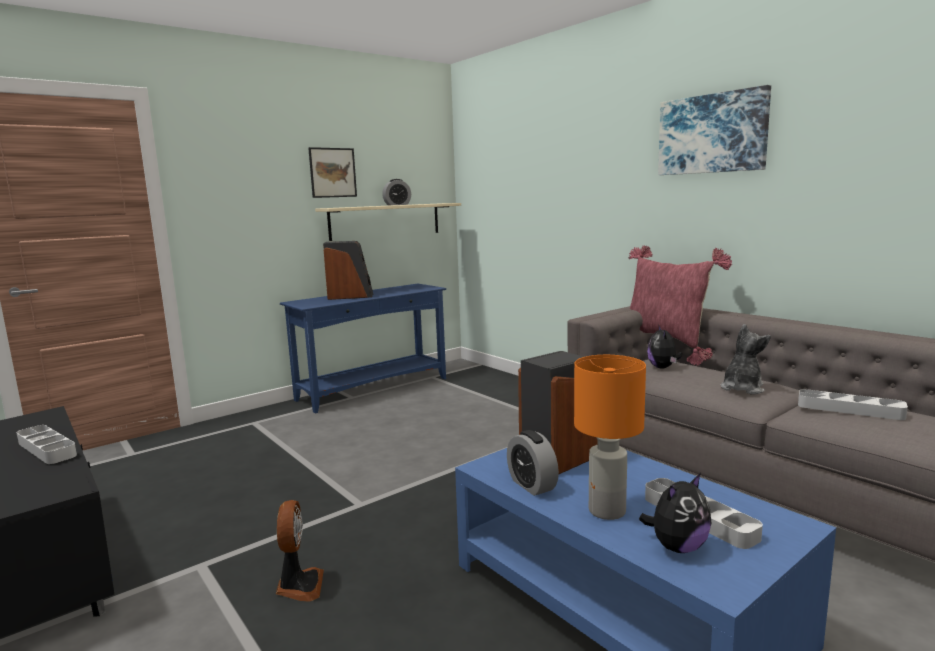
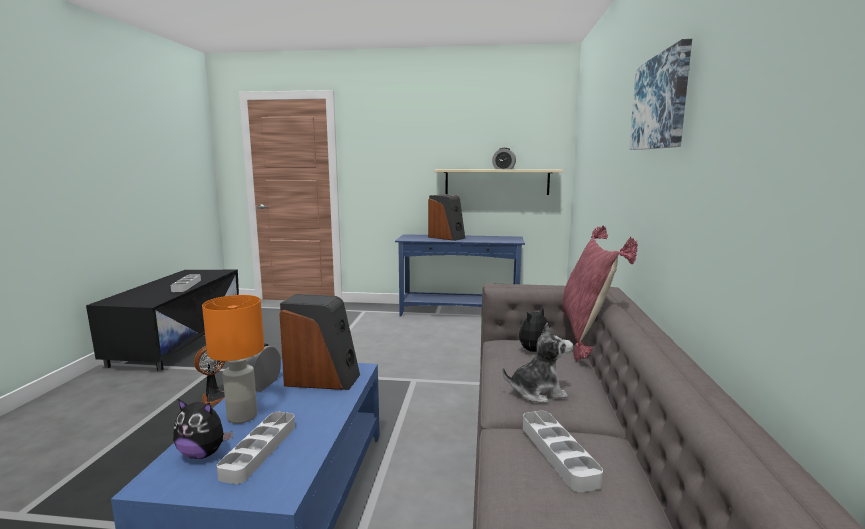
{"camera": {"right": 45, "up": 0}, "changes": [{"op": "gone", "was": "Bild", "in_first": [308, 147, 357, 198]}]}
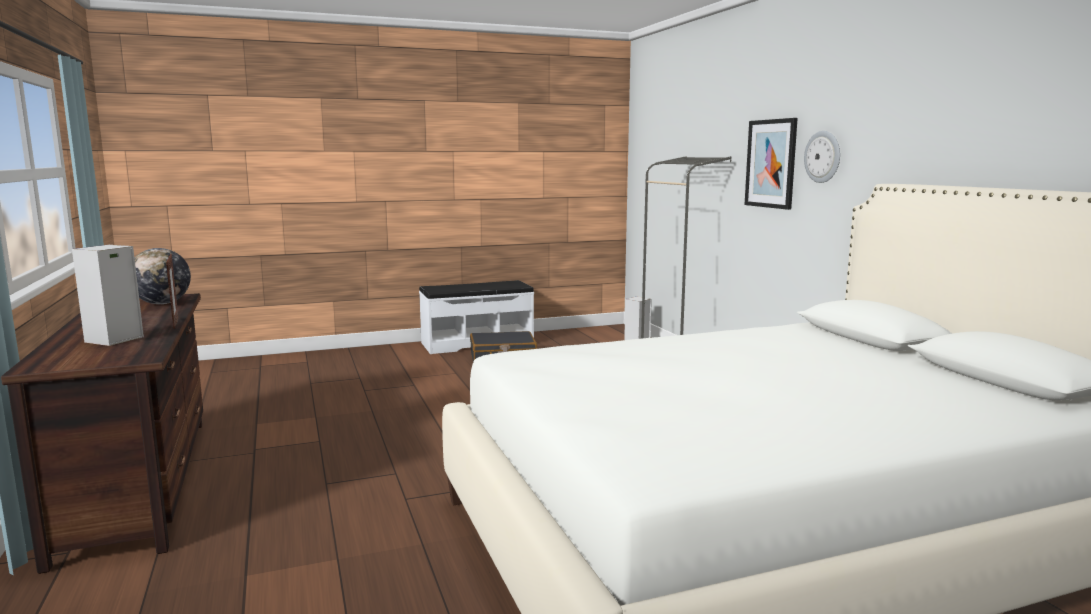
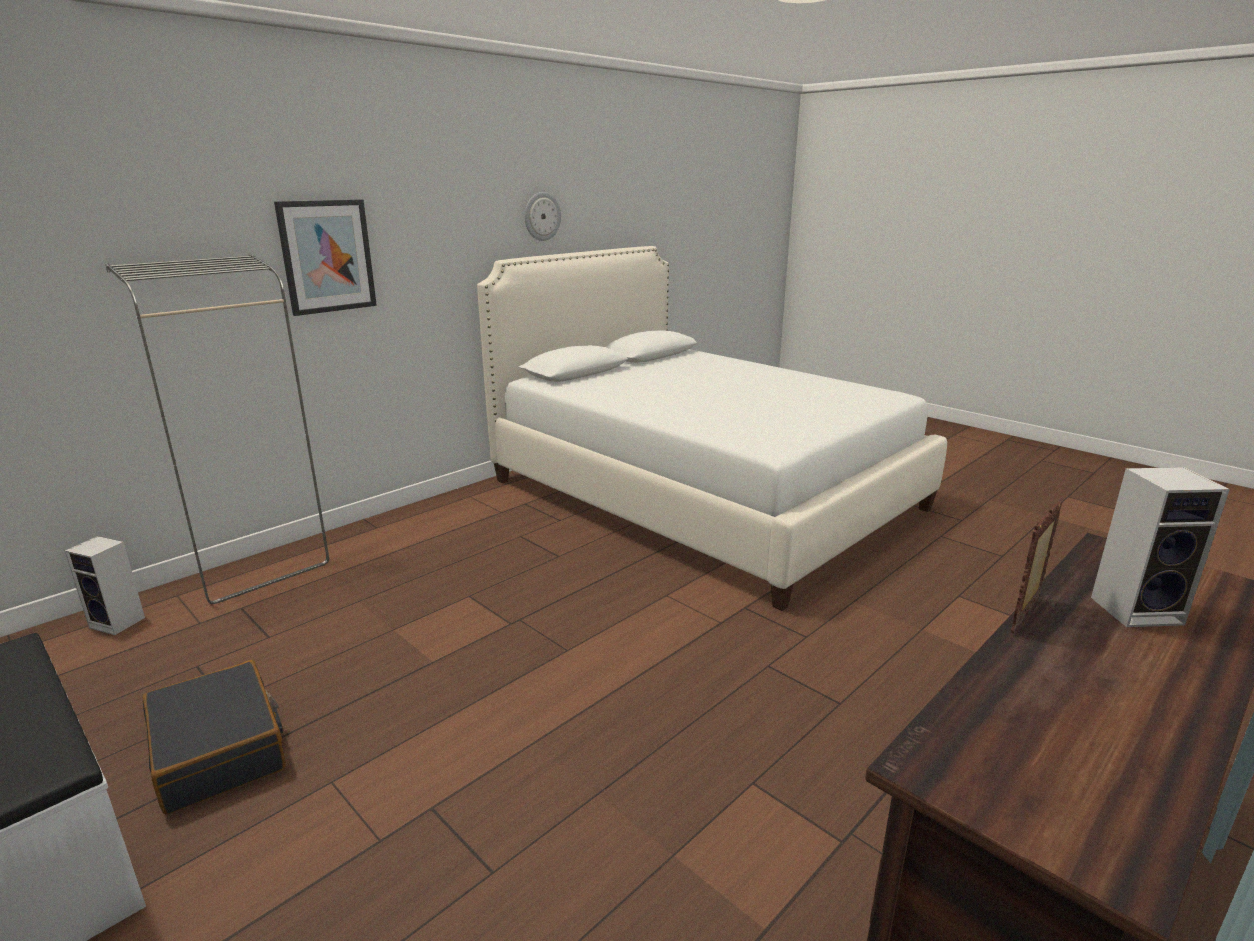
{"camera": {"right": -115, "up": 10}, "changes": [{"op": "shifted", "was": "Wanduhr", "in_first": [804, 131, 840, 183], "in_second": [525, 192, 561, 241]}, {"op": "gone", "was": "Globus", "in_first": [135, 248, 191, 304]}]}
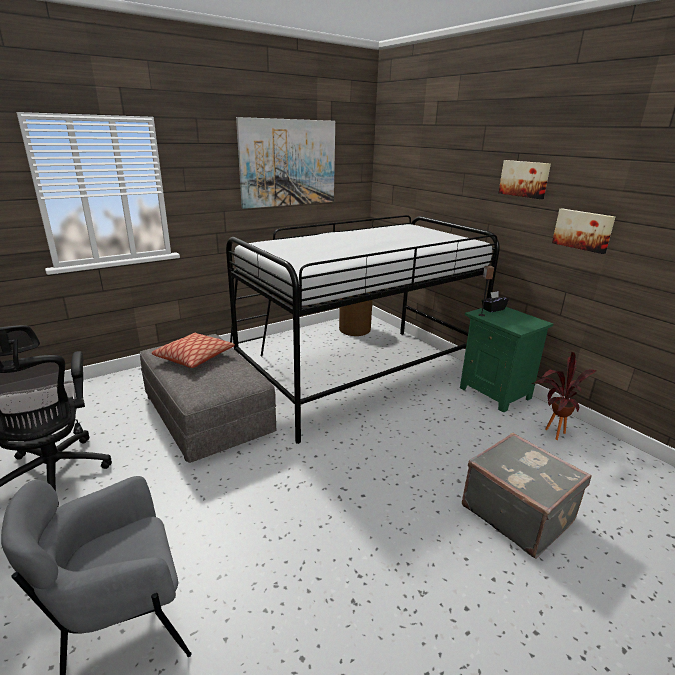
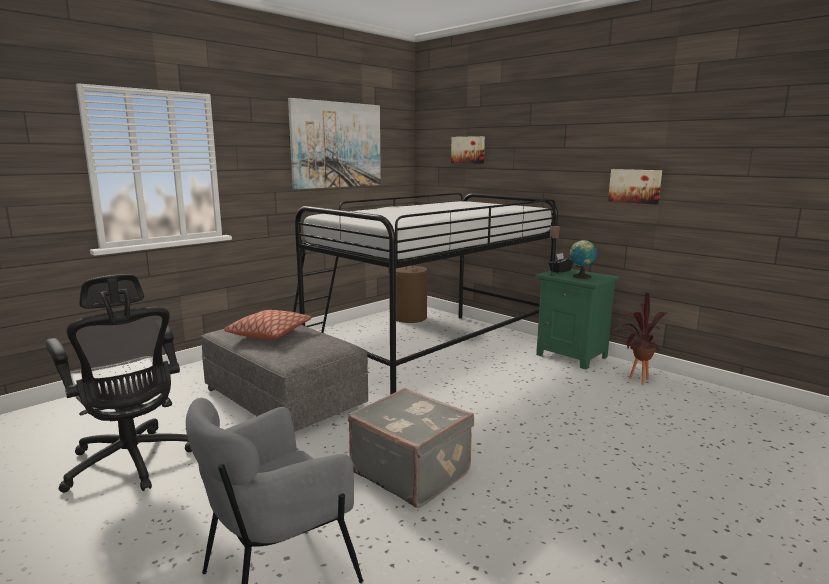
{"camera": {"right": -10, "up": -10}, "changes": [{"op": "shifted", "was": "Bild", "in_first": [499, 160, 551, 199], "in_second": [451, 136, 485, 164]}, {"op": "shifted", "was": "Koffer (grau)", "in_first": [462, 433, 592, 558], "in_second": [348, 388, 474, 508]}, {"op": "new", "now": "Globus", "in_second": [569, 240, 597, 279]}]}
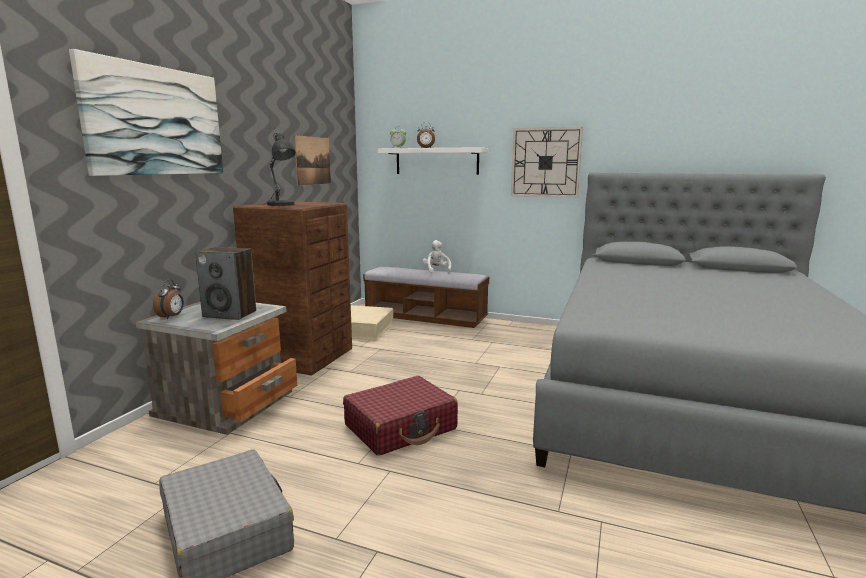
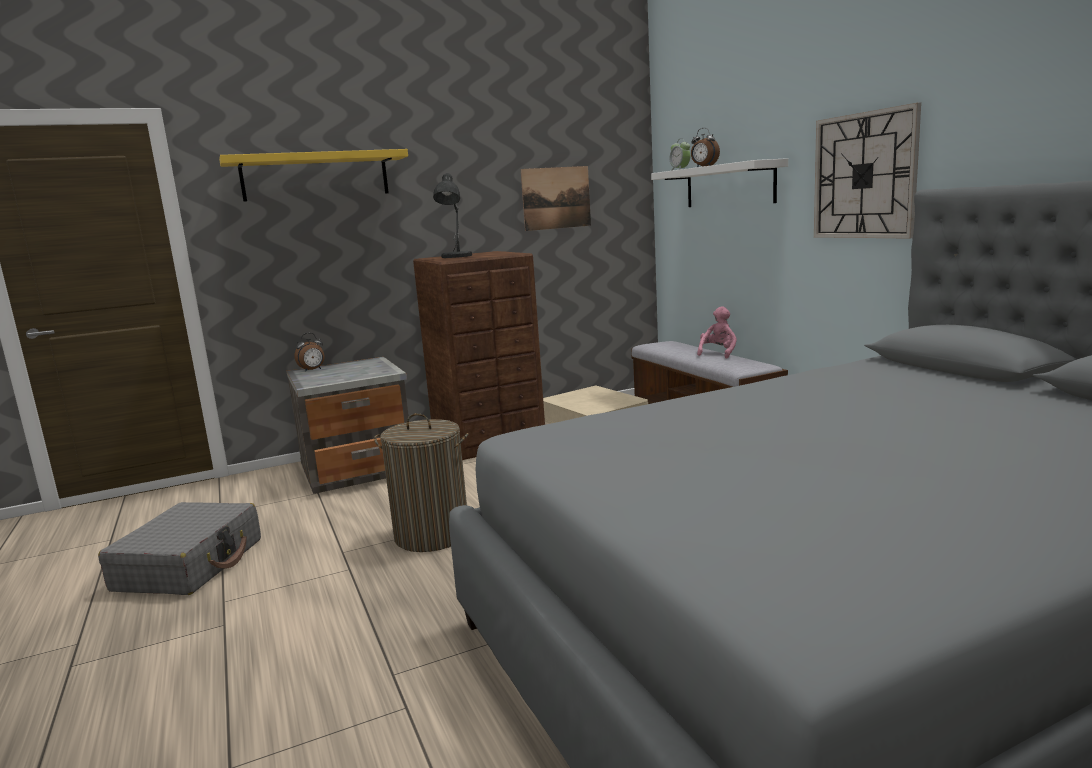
{"camera": {"right": 45, "up": 0}, "changes": [{"op": "swapped", "was": "Bild", "now": "Wandregal (gelb)", "in_first": [69, 49, 223, 176], "in_second": [219, 149, 408, 202]}, {"op": "repainted", "was": "Plüschtier (weiß)", "now": "Plüschtier (rosa)", "in_first": [422, 240, 451, 273], "in_second": [697, 306, 737, 359]}, {"op": "gone", "was": "Lautsprecher", "in_first": [195, 247, 256, 320]}, {"op": "swapped", "was": "Koffer (rot)", "now": "Wäschekorb", "in_first": [343, 376, 458, 456], "in_second": [374, 413, 469, 552]}]}
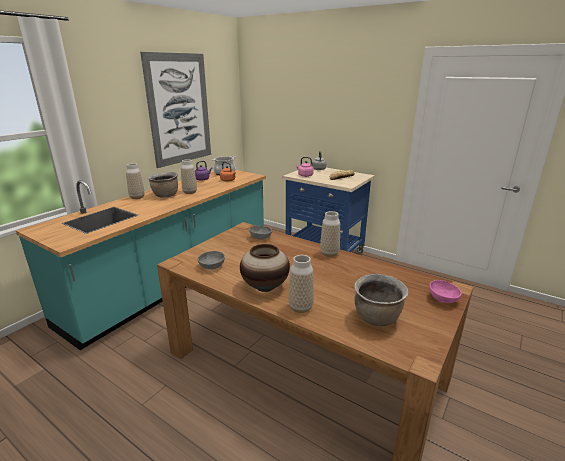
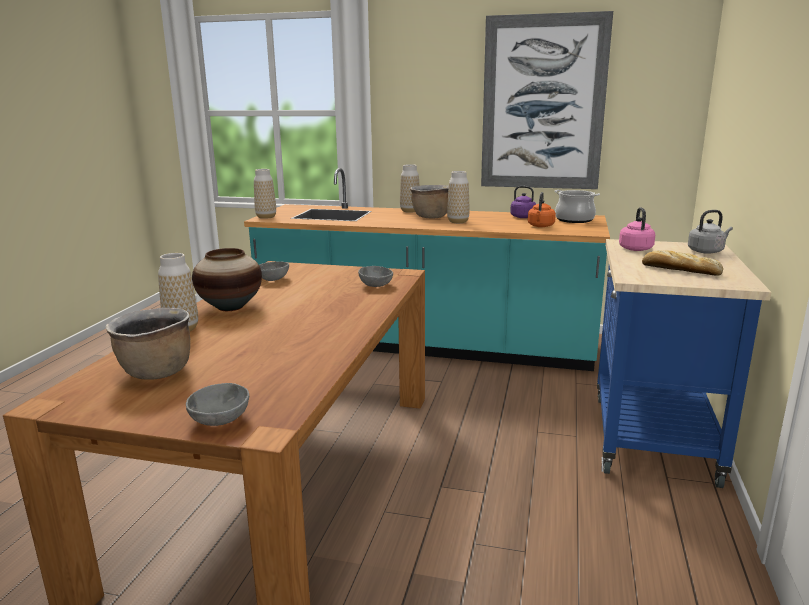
{"camera": {"right": 70, "up": -5}, "changes": [{"op": "shifted", "was": "Vase", "in_first": [320, 211, 340, 257], "in_second": [254, 169, 276, 219]}, {"op": "repainted", "was": "Schüssel (rosa)", "now": "Schüssel (grau)", "in_first": [429, 280, 462, 303], "in_second": [186, 383, 249, 426]}]}
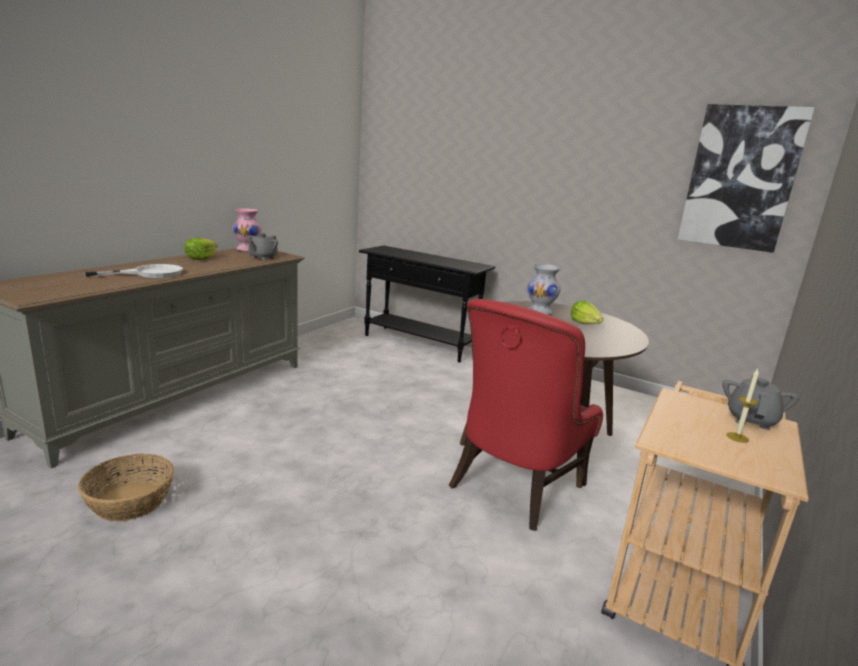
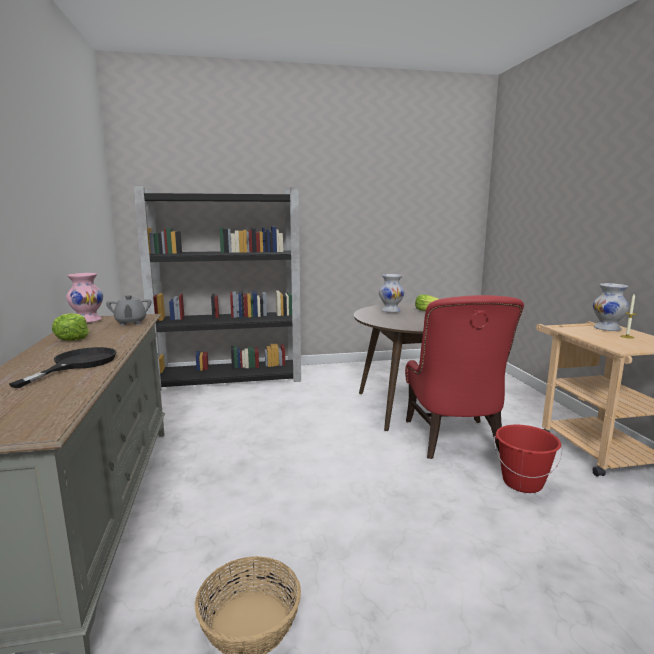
{"camera": {"right": -40, "up": -5}, "changes": [{"op": "gone", "was": "Bild", "in_first": [677, 104, 815, 253]}, {"op": "swapped", "was": "Konsolentisch (schwarz)", "now": "Bücherregal (schwarz)", "in_first": [359, 245, 495, 362], "in_second": [133, 186, 301, 391]}, {"op": "repainted", "was": "Pfanne (weiß)", "now": "Pfanne (schwarz)", "in_first": [84, 264, 183, 278], "in_second": [9, 347, 116, 388]}, {"op": "swapped", "was": "Teekanne (grau)", "now": "Vase (weiß)", "in_first": [723, 375, 799, 430], "in_second": [593, 283, 629, 331]}, {"op": "new", "now": "Eimer (rot)", "in_second": [494, 424, 562, 493]}]}
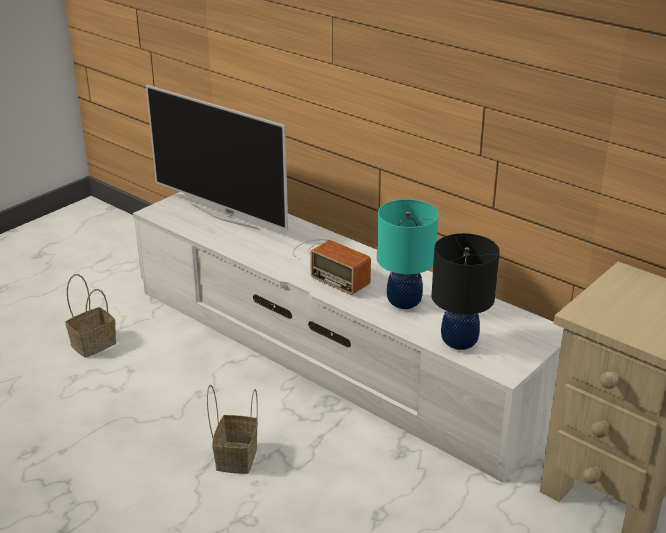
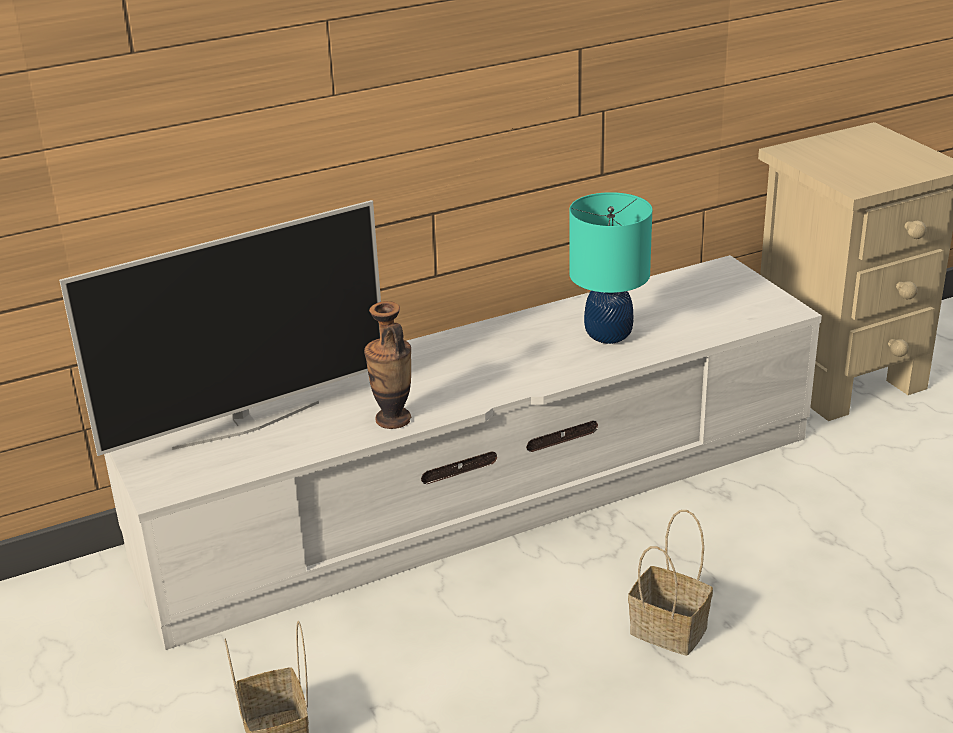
{"camera": {"right": -65, "up": 0}, "changes": [{"op": "gone", "was": "Tischlampe (schwarz)", "in_first": [431, 233, 500, 350]}, {"op": "gone", "was": "Radio", "in_first": [293, 239, 371, 295]}, {"op": "new", "now": "Vase", "in_second": [364, 301, 411, 429]}]}
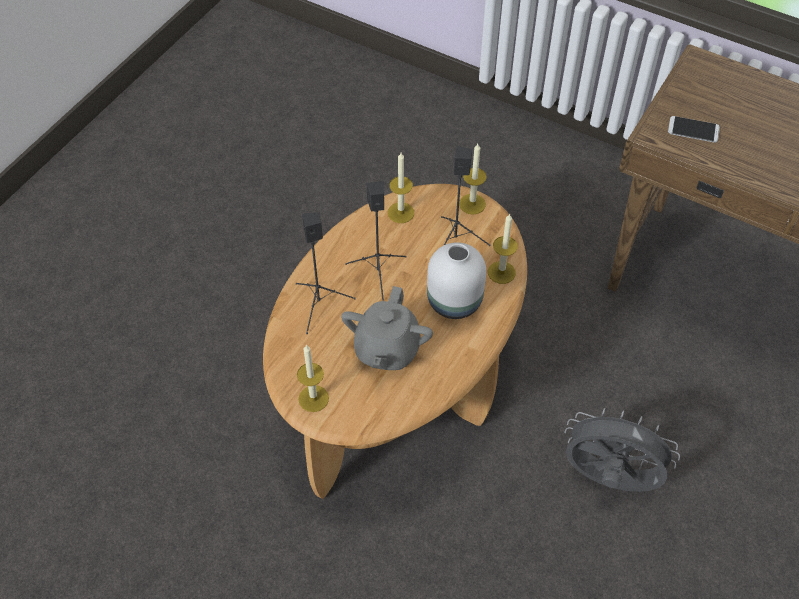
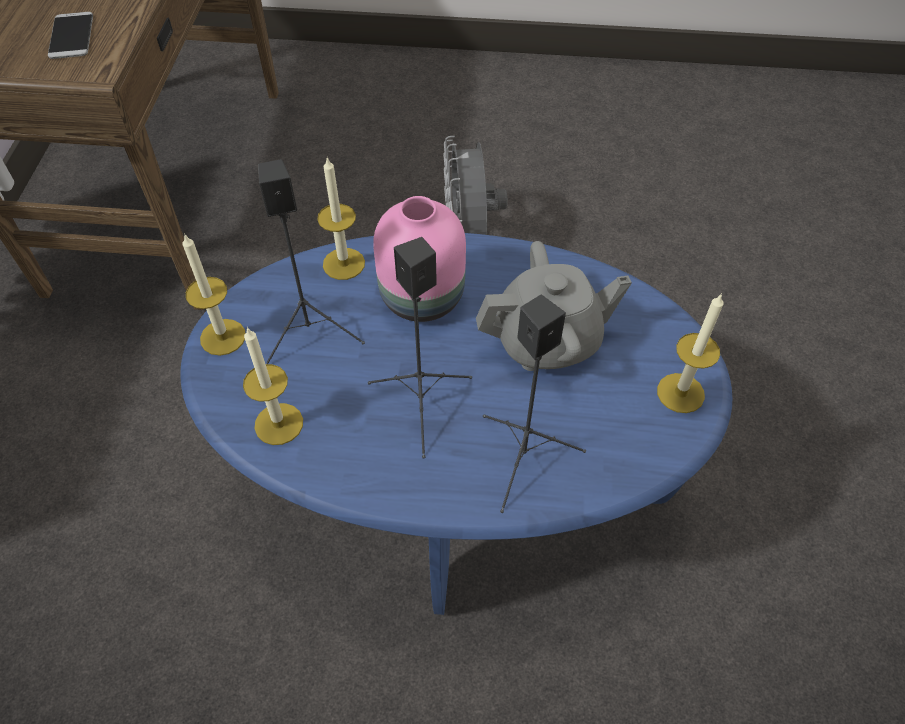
{"camera": {"right": -115, "up": 0}, "changes": [{"op": "repainted", "was": "Couchtisch (braun)", "now": "Couchtisch (blau)", "in_first": [263, 184, 527, 499], "in_second": [180, 233, 732, 615]}, {"op": "repainted", "was": "Vase (weiß)", "now": "Vase (rosa)", "in_first": [427, 242, 486, 319], "in_second": [373, 196, 466, 322]}]}
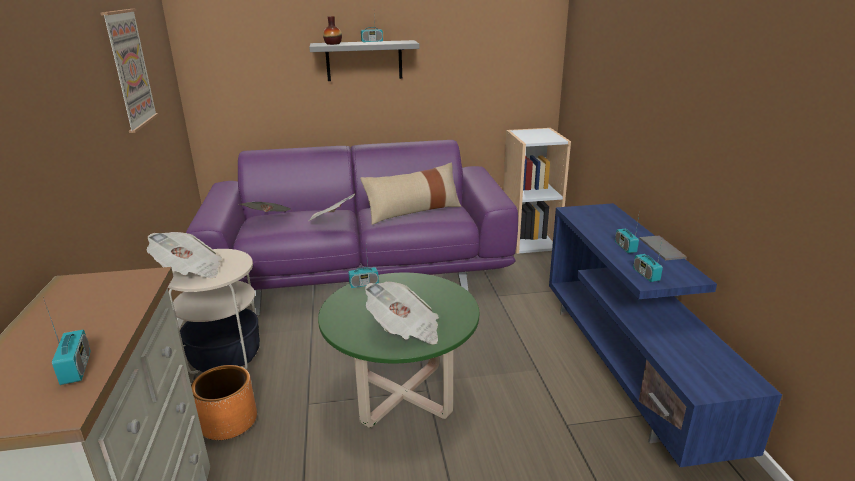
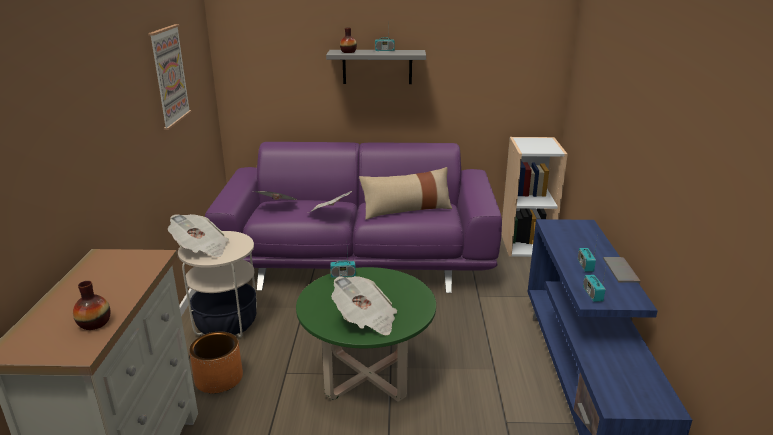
{"camera": {"right": 10, "up": 0}, "changes": [{"op": "swapped", "was": "Radio", "now": "Vase", "in_first": [43, 297, 91, 385], "in_second": [73, 281, 110, 330]}]}
